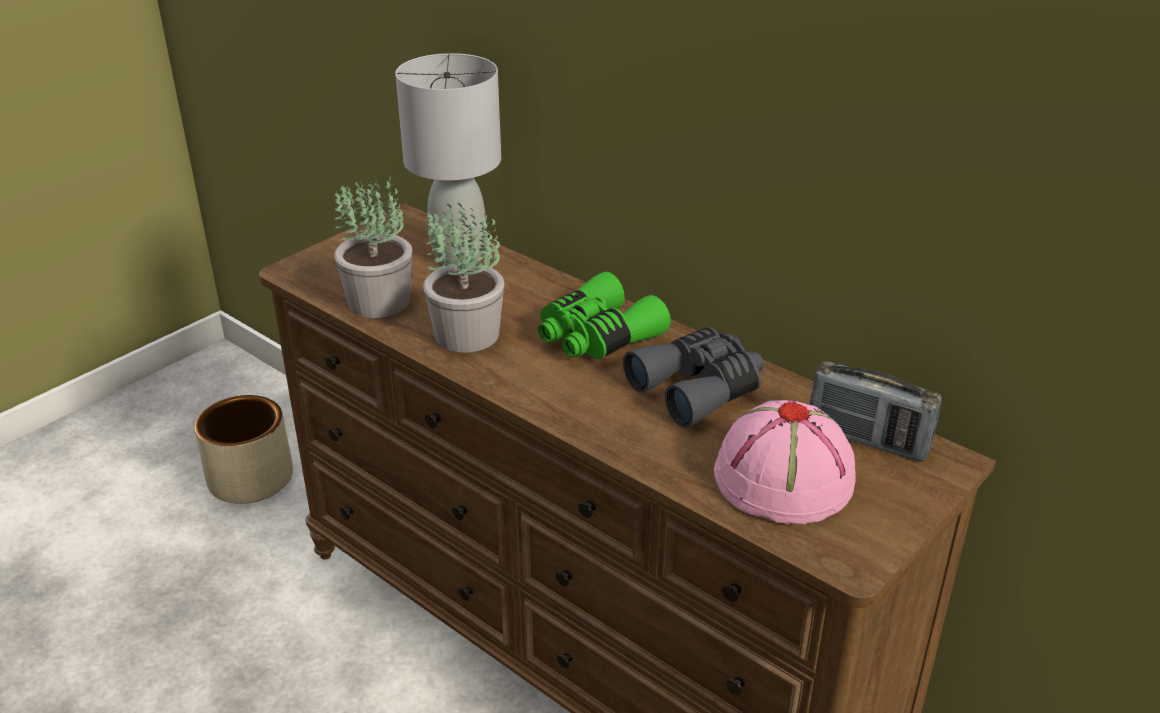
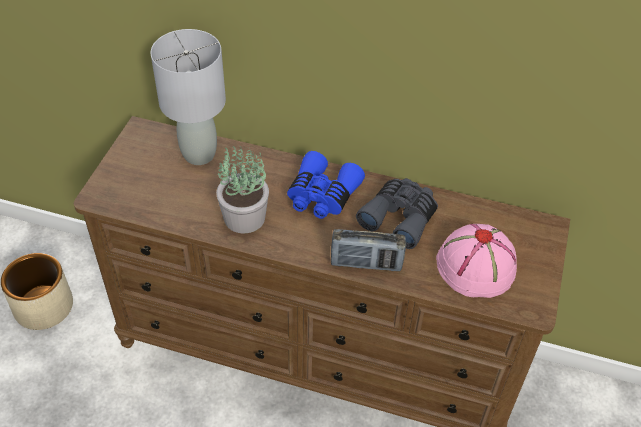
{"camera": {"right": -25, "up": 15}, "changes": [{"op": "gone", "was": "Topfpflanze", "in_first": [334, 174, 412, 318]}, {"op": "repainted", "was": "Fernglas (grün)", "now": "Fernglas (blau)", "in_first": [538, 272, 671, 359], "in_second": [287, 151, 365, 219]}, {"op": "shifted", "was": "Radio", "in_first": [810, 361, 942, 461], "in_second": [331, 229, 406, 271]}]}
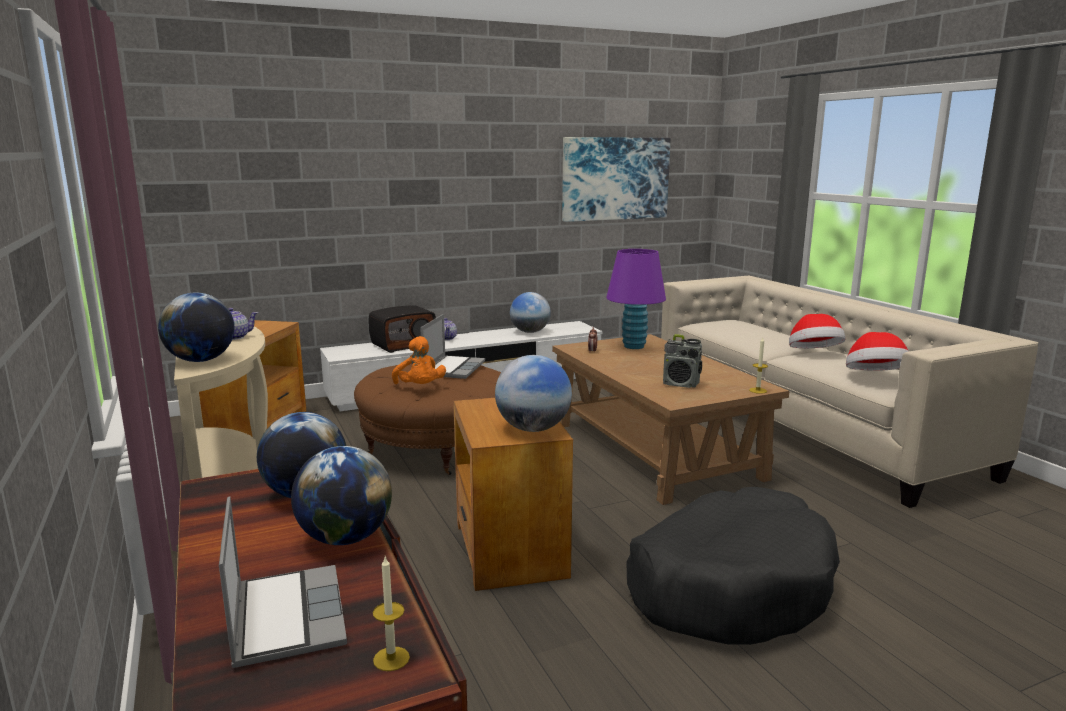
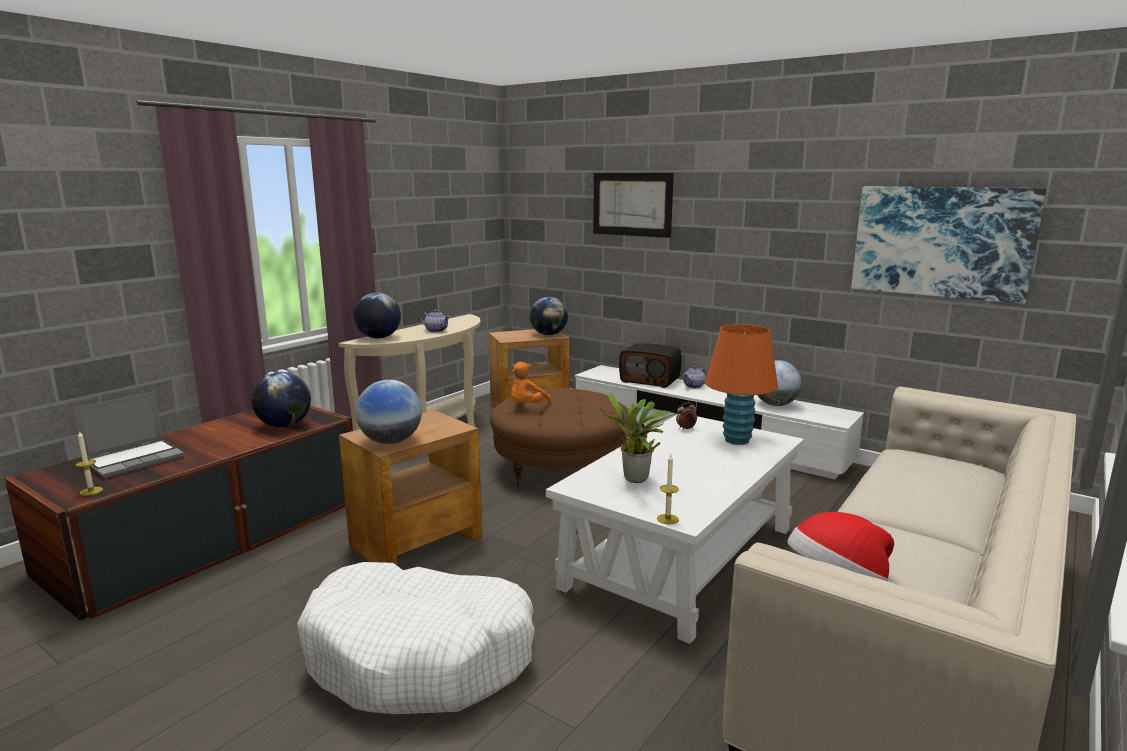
{"camera": {"right": 60, "up": 0}, "changes": [{"op": "repainted", "was": "Tischlampe (lila)", "now": "Tischlampe (orange)", "in_first": [606, 249, 666, 349], "in_second": [705, 324, 778, 445]}, {"op": "gone", "was": "Laptop", "in_first": [420, 314, 485, 379]}, {"op": "gone", "was": "Hut", "in_first": [789, 314, 846, 348]}, {"op": "repainted", "was": "Couchtisch (braun)", "now": "Couchtisch (weiß)", "in_first": [552, 334, 790, 505], "in_second": [546, 415, 804, 644]}, {"op": "swapped", "was": "Radio", "now": "Topfpflanze", "in_first": [663, 334, 702, 388], "in_second": [595, 393, 677, 483]}, {"op": "shifted", "was": "Globus", "in_first": [291, 446, 392, 545], "in_second": [530, 297, 568, 335]}, {"op": "repainted", "was": "Hundebett (schwarz)", "now": "Hundebett (weiß)", "in_first": [626, 487, 840, 645], "in_second": [297, 562, 535, 714]}, {"op": "new", "now": "Bild", "in_second": [593, 173, 674, 238]}]}
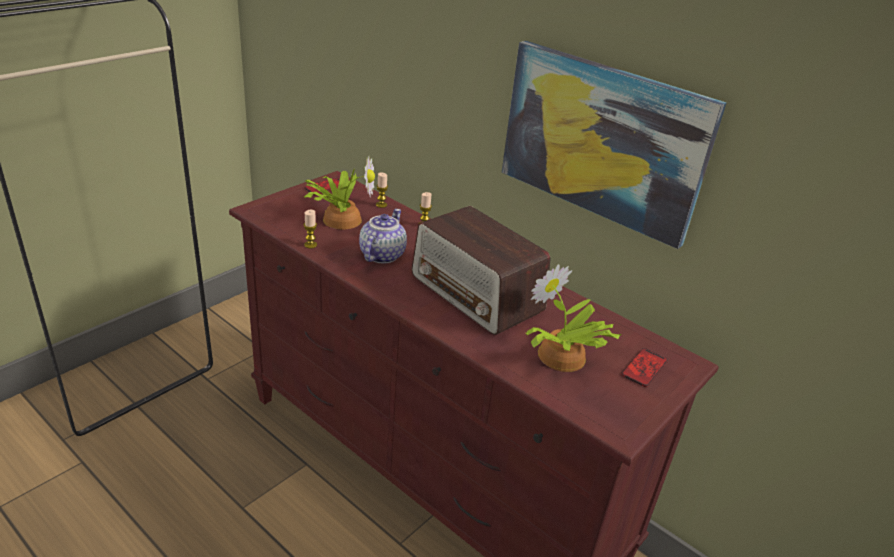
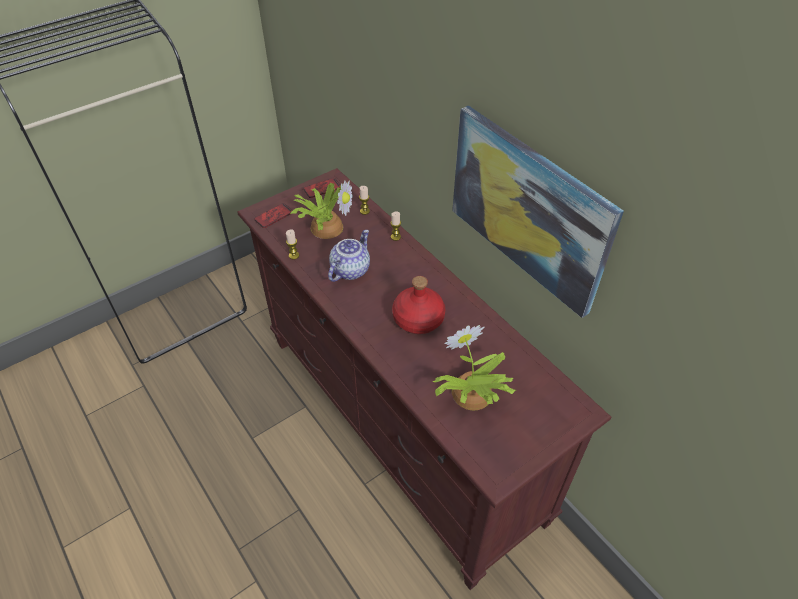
{"camera": {"right": 15, "up": 15}, "changes": [{"op": "swapped", "was": "Radio", "now": "Flasche (rot)", "in_first": [411, 206, 550, 335], "in_second": [392, 276, 446, 334]}, {"op": "shifted", "was": "Handy", "in_first": [621, 348, 668, 387], "in_second": [254, 203, 293, 228]}]}
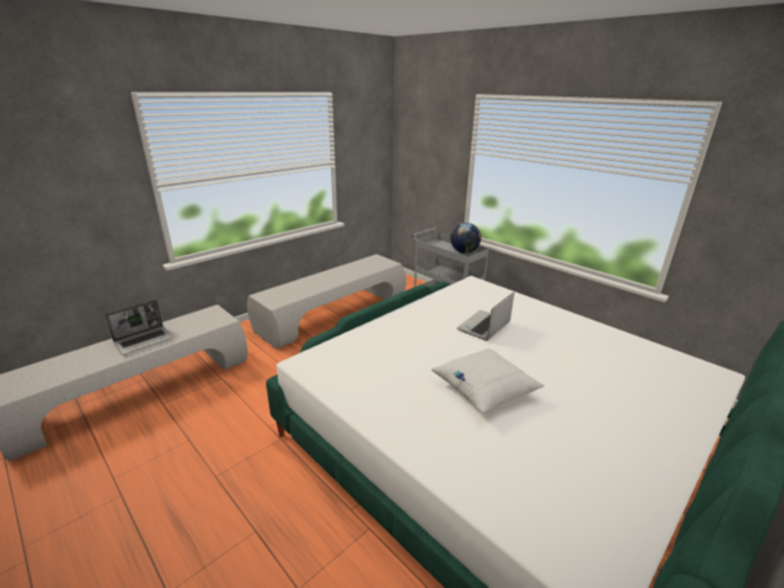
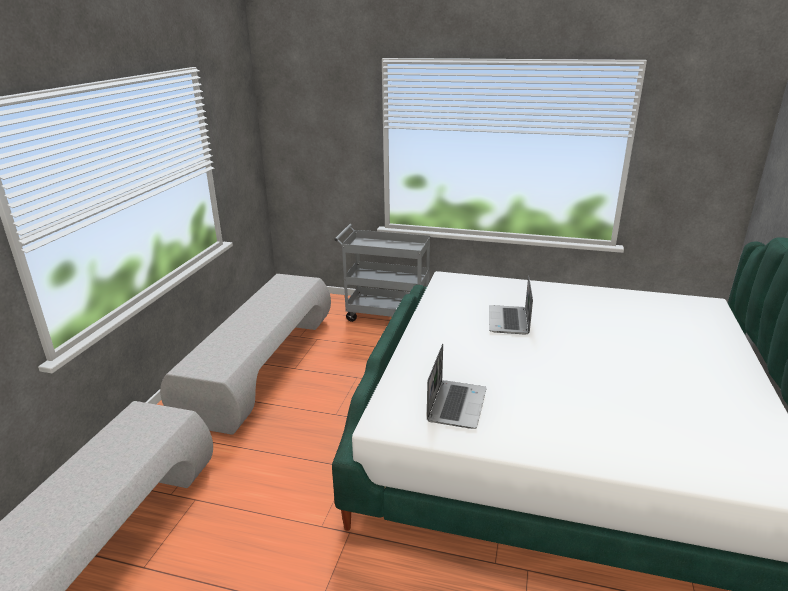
{"camera": {"right": -30, "up": 0}, "changes": [{"op": "gone", "was": "Globus", "in_first": [450, 223, 481, 253]}, {"op": "shifted", "was": "Laptop", "in_first": [105, 300, 173, 355], "in_second": [427, 344, 487, 429]}, {"op": "gone", "was": "Kissen (grau)", "in_first": [432, 349, 544, 414]}]}
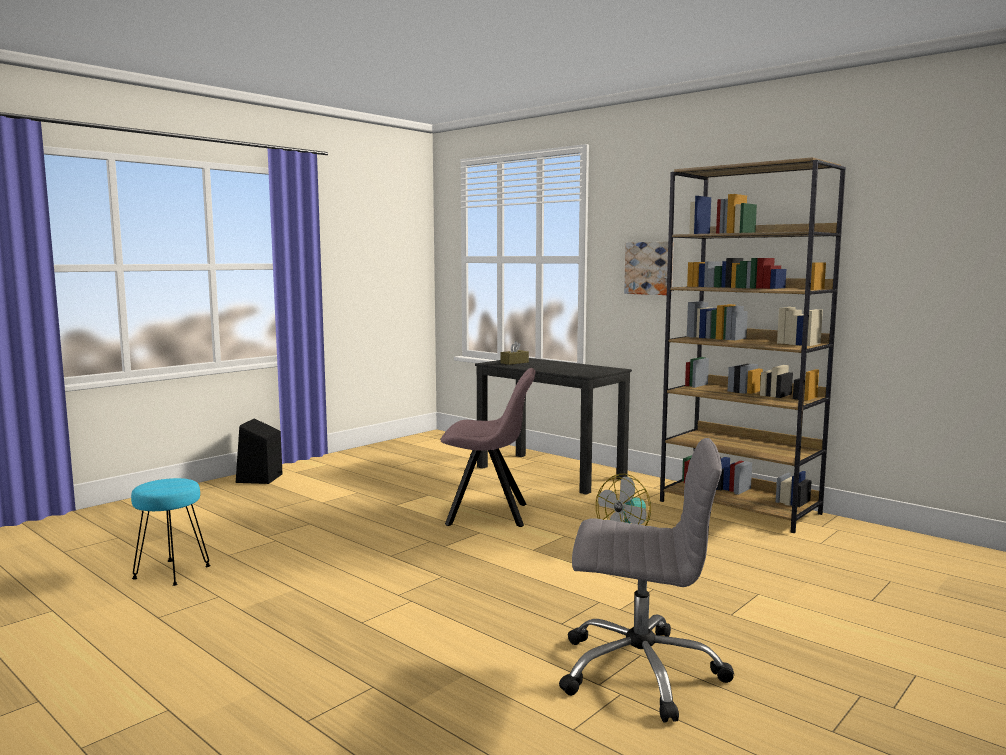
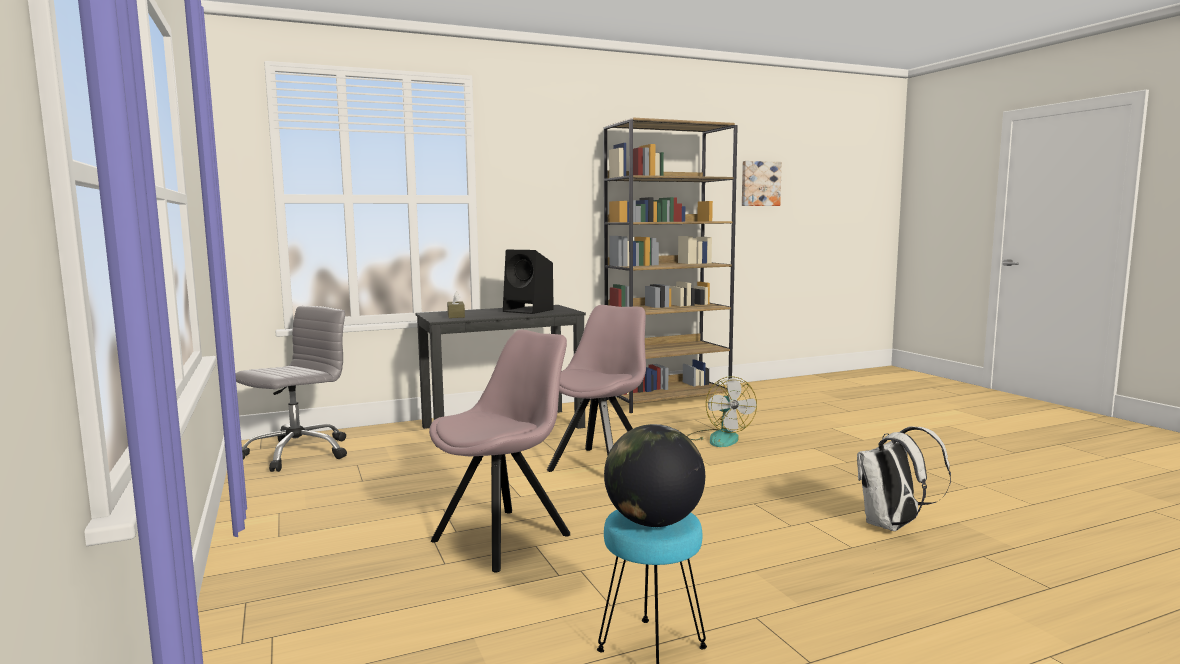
{"camera": {"right": -65, "up": 0}, "changes": [{"op": "shifted", "was": "Bild", "in_first": [624, 242, 674, 295], "in_second": [742, 161, 782, 206]}, {"op": "shifted", "was": "Lautsprecher (schwarz)", "in_first": [236, 418, 283, 484], "in_second": [503, 250, 554, 314]}, {"op": "shifted", "was": "Bürostuhl (grau)", "in_first": [559, 438, 734, 723], "in_second": [235, 306, 347, 472]}, {"op": "new", "now": "Stuhl (rosa)", "in_second": [429, 330, 570, 572]}, {"op": "new", "now": "Globus", "in_second": [604, 424, 705, 527]}, {"op": "new", "now": "Rucksack (weiß)", "in_second": [857, 426, 951, 531]}]}
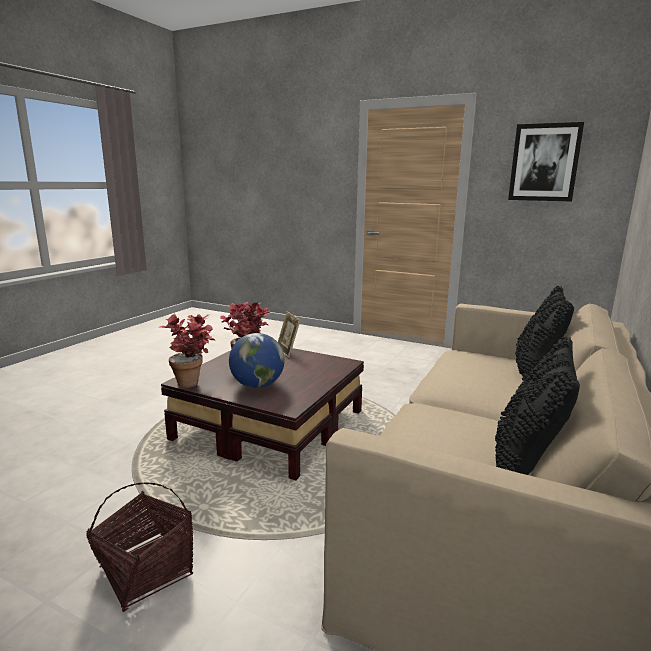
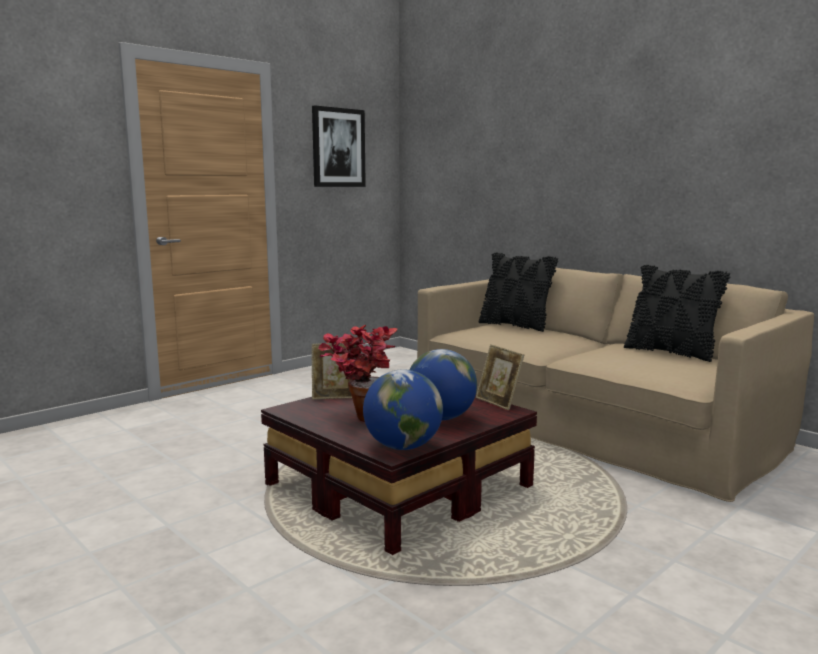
{"camera": {"right": -70, "up": -5}, "changes": [{"op": "swapped", "was": "Topfpflanze", "now": "Globus", "in_first": [159, 313, 216, 388], "in_second": [363, 369, 443, 450]}, {"op": "gone", "was": "Korb", "in_first": [86, 482, 193, 612]}, {"op": "new", "now": "Bilderrahmen", "in_second": [476, 344, 524, 410]}]}
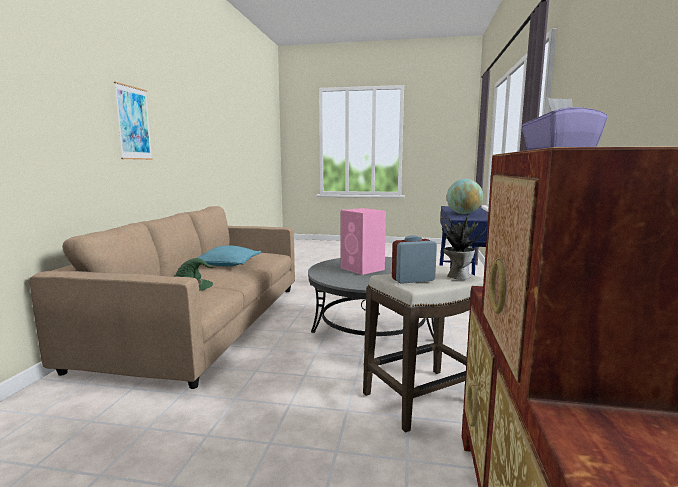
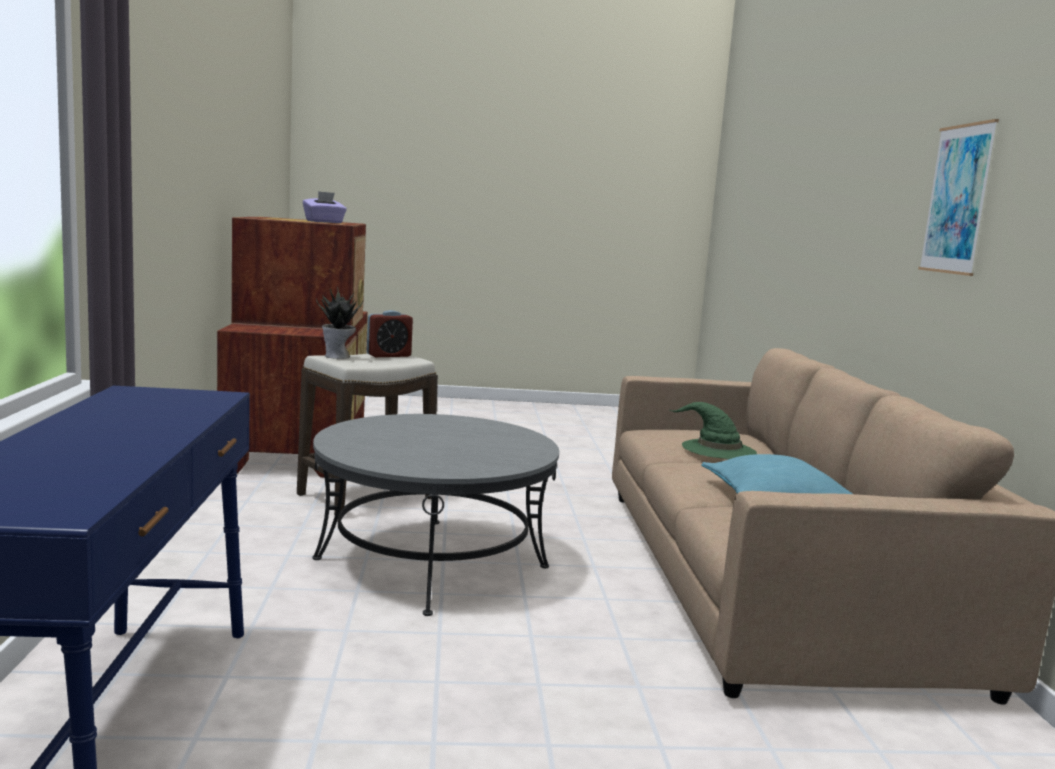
{"camera": {"right": 165, "up": 0}, "changes": [{"op": "gone", "was": "Globus", "in_first": [447, 179, 483, 214]}, {"op": "gone", "was": "Lautsprecher (rosa)", "in_first": [341, 208, 386, 275]}]}
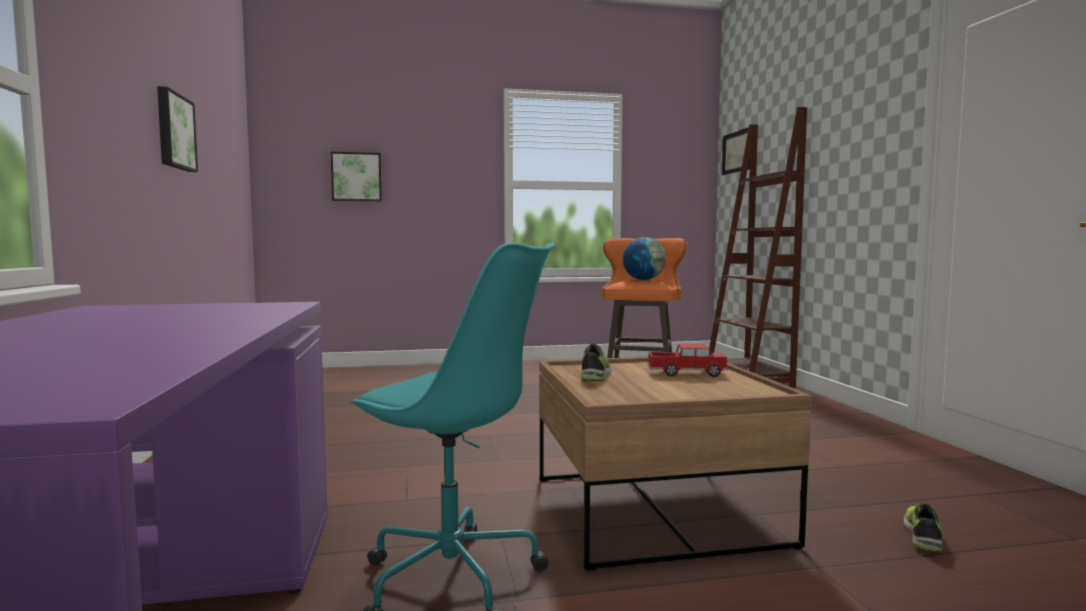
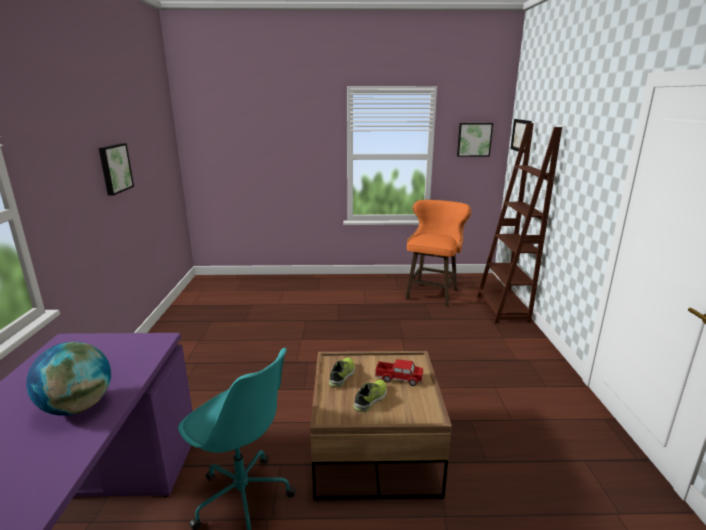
{"camera": {"right": 10, "up": 15}, "changes": [{"op": "shifted", "was": "Bild", "in_first": [331, 152, 382, 201], "in_second": [457, 123, 493, 157]}, {"op": "shifted", "was": "Globus", "in_first": [623, 237, 666, 280], "in_second": [26, 342, 111, 416]}, {"op": "shifted", "was": "Schuh", "in_first": [903, 503, 943, 552], "in_second": [354, 380, 387, 412]}]}
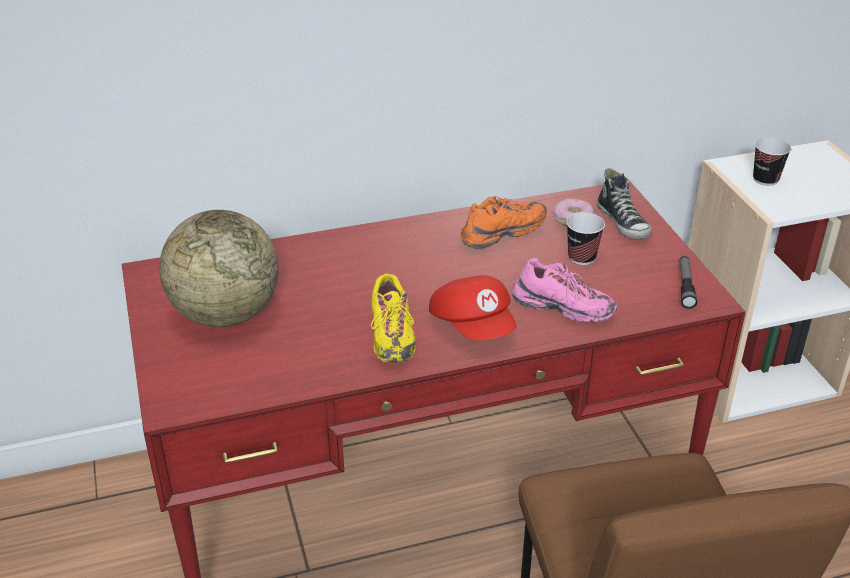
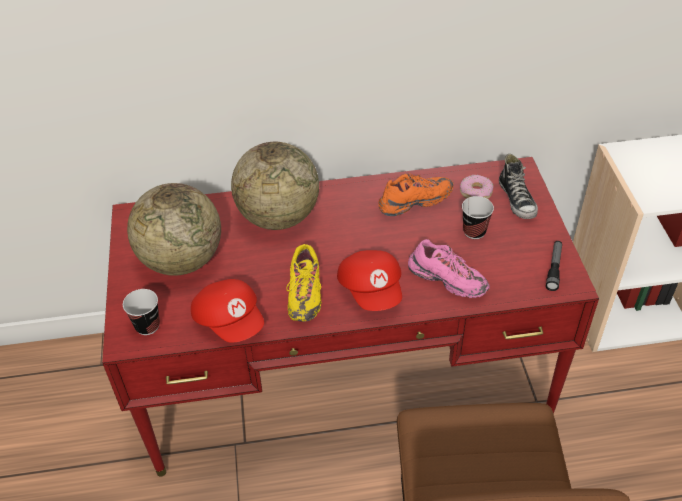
{"camera": {"right": 10, "up": 10}, "changes": [{"op": "shifted", "was": "Tasse", "in_first": [753, 137, 791, 186], "in_second": [123, 289, 160, 335]}, {"op": "new", "now": "Globus", "in_second": [231, 142, 319, 230]}, {"op": "new", "now": "Kappe (rot)", "in_second": [191, 279, 264, 343]}]}
